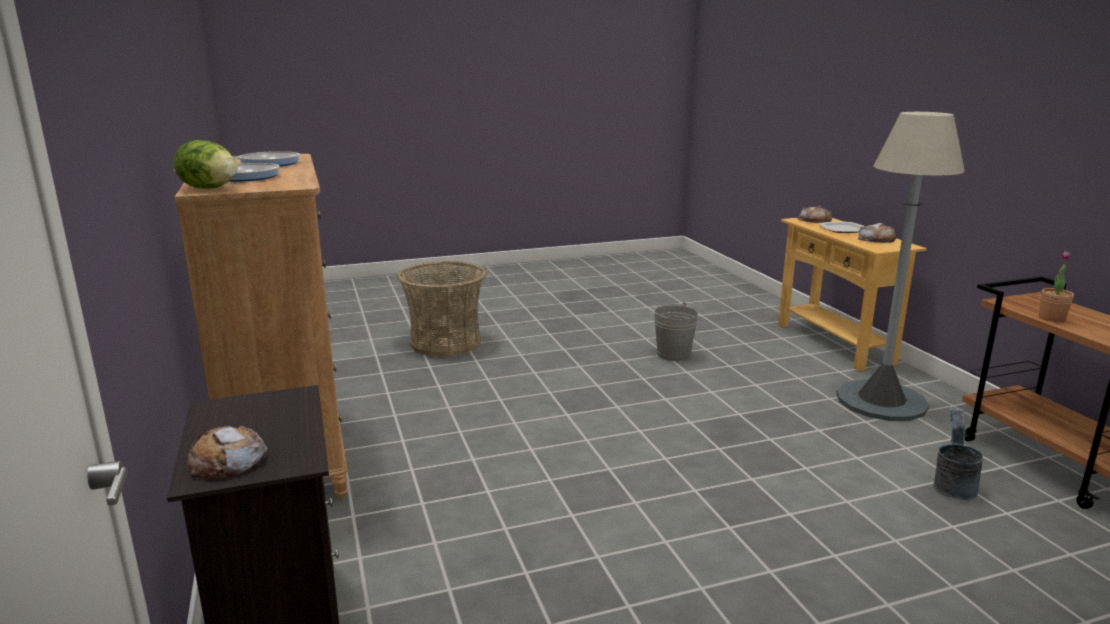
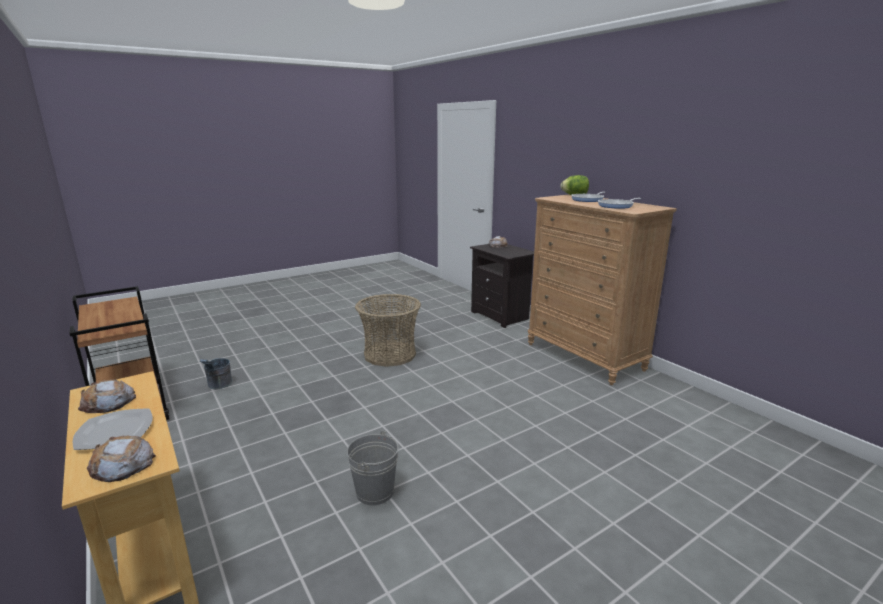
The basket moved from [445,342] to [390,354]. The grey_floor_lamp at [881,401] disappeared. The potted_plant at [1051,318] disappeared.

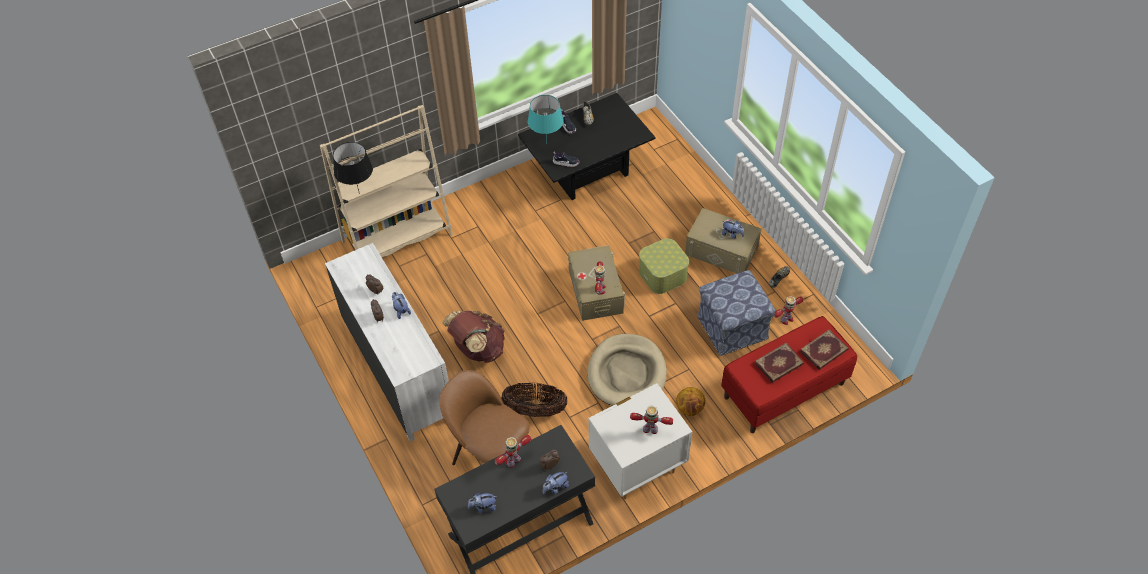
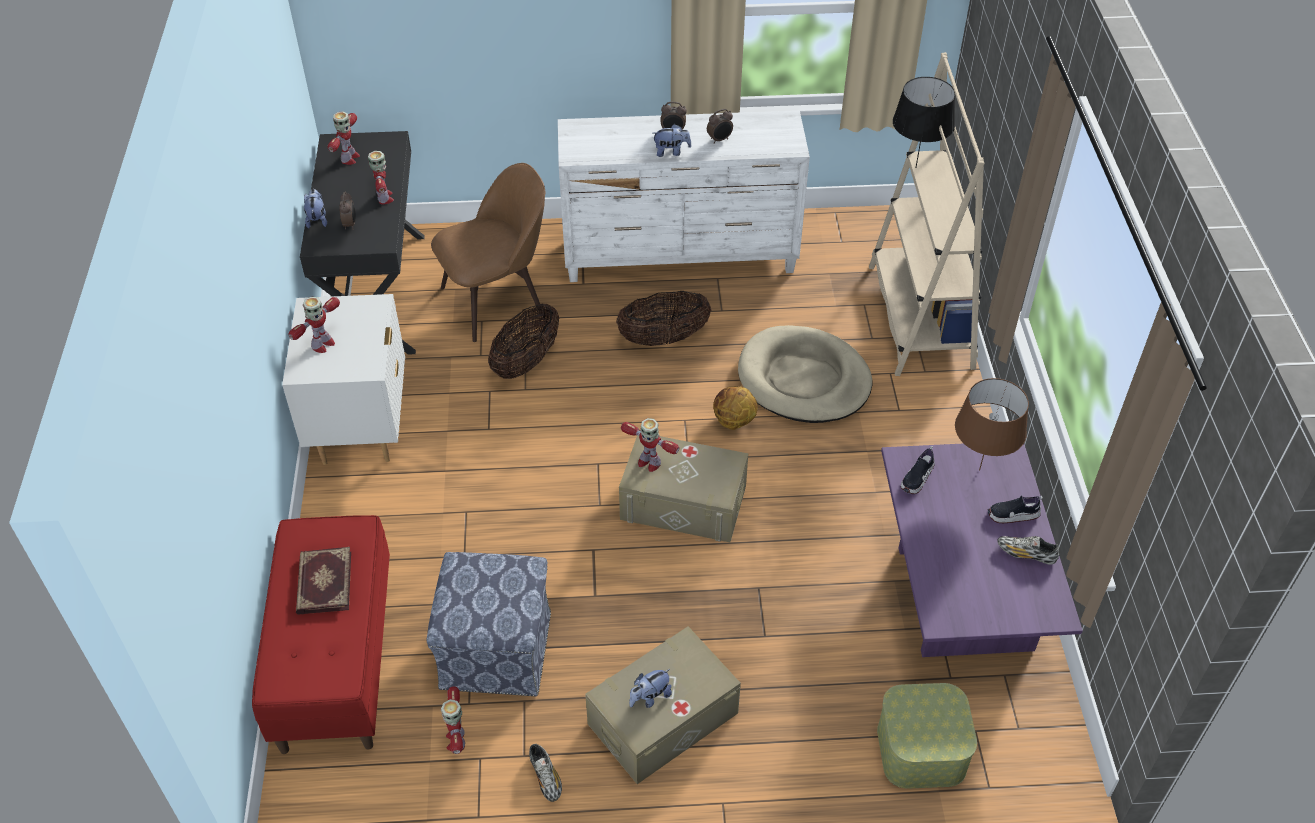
The brown_backpack at [478,349] was replaced by the basket at [663,338]. The plush_toy at [483,507] was replaced by the toy_robot at [349,158]. The black_coffee_table at [586,172] became the purple_coffee_table at [959,596]. The turquoise_table_lamp at [546,143] became the brown_table_lamp at [979,469]. The beige_dog_bed moved from [627,373] to [803,379]. The storage_box moved from [662,274] to [921,749]. The basketball moved from [690,409] to [733,421]. The book at [824,351] disappeared.

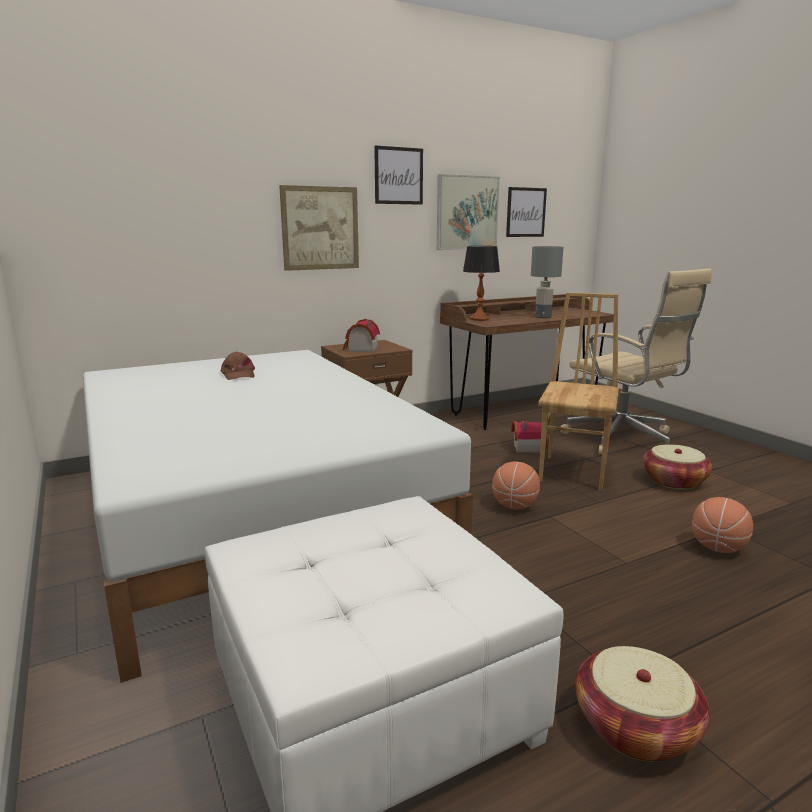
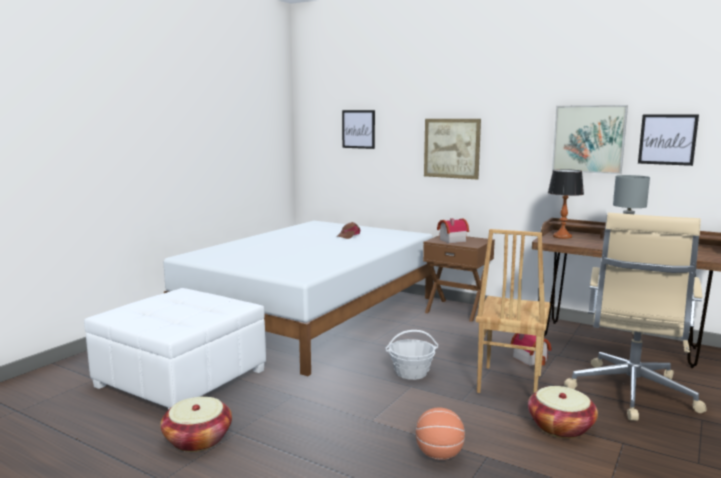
The picture moved from [398,176] to [358,129]. The basketball at [514,506] was replaced by the basket at [411,373]. The brown_chair at [575,472] turned 120 degrees clockwise.

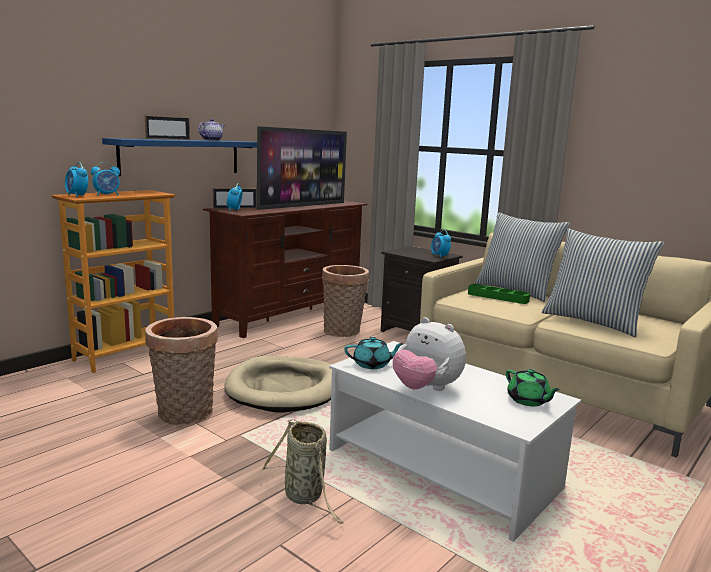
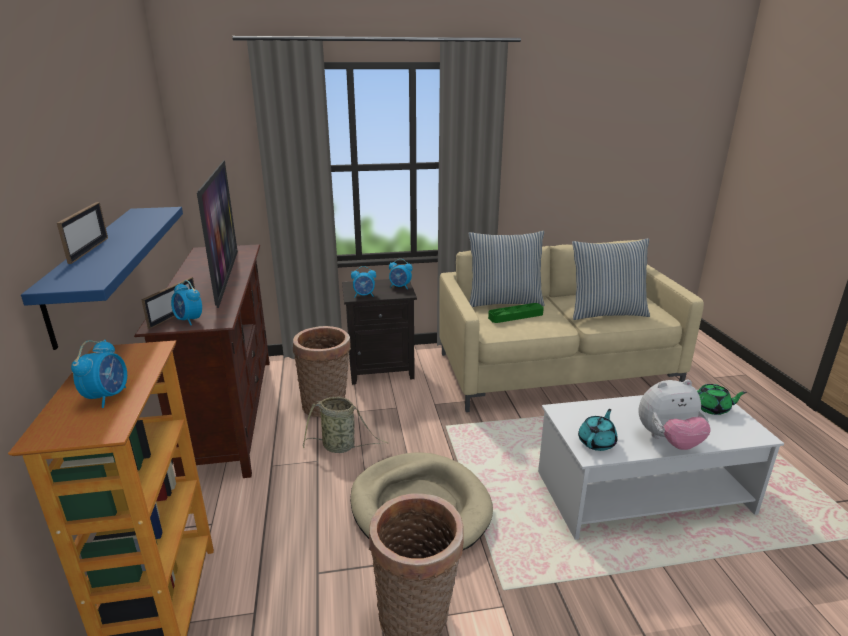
The alarm_clock moved from [77,196] to [364,295]. The teapot at [212,140] disappeared. The basket moved from [305,497] to [341,446].

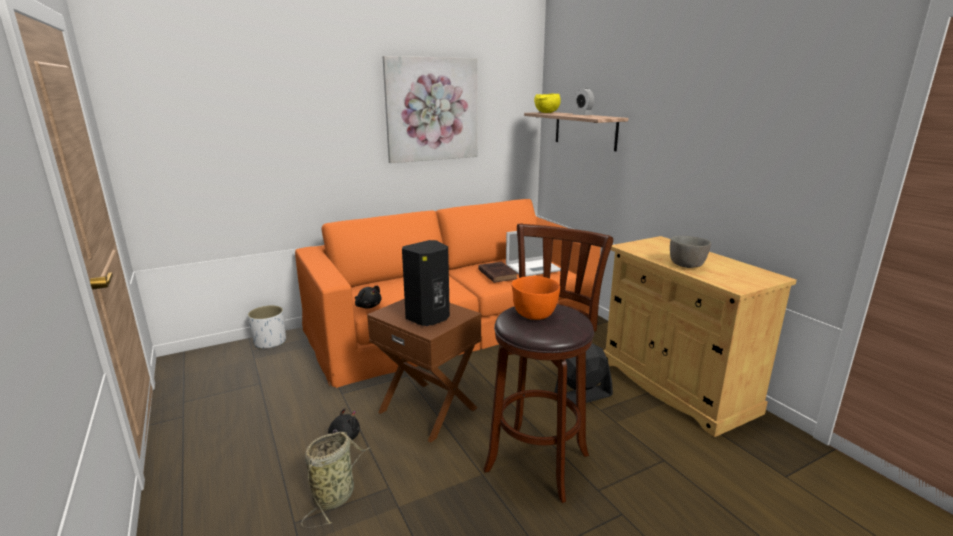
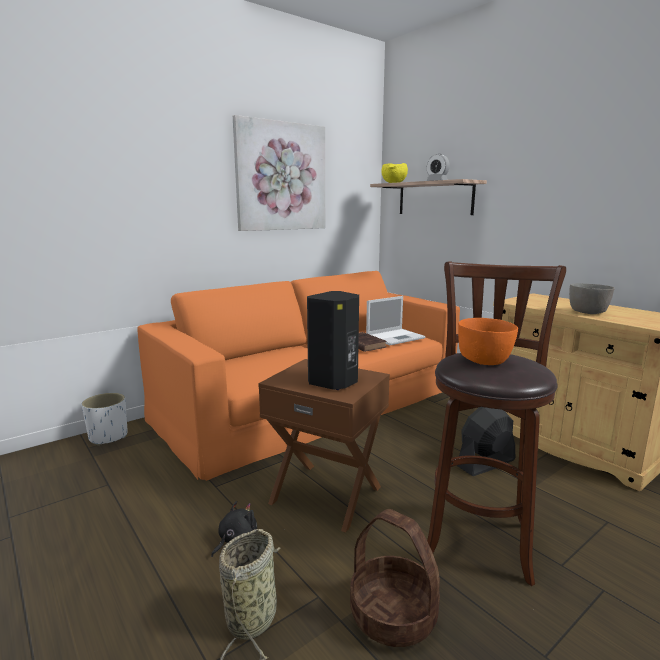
The black_plush_toy at [368,306] disappeared. The basket at [392,615] appeared.

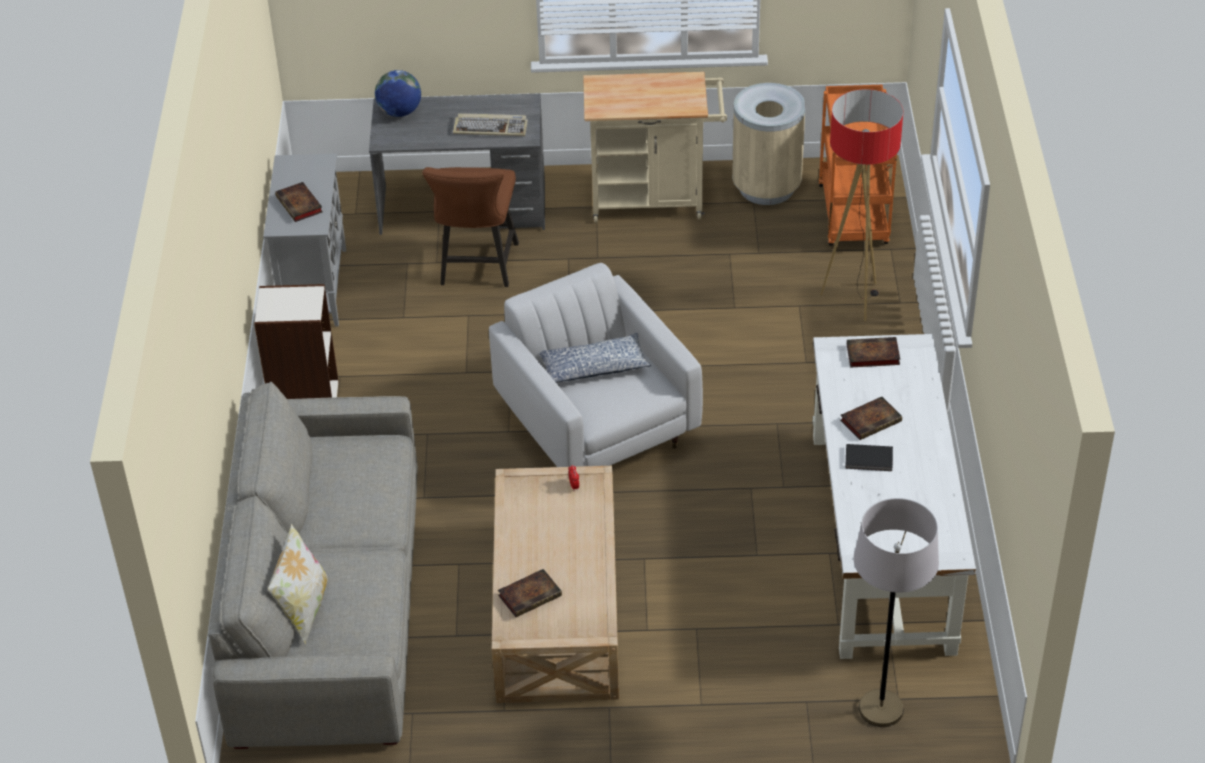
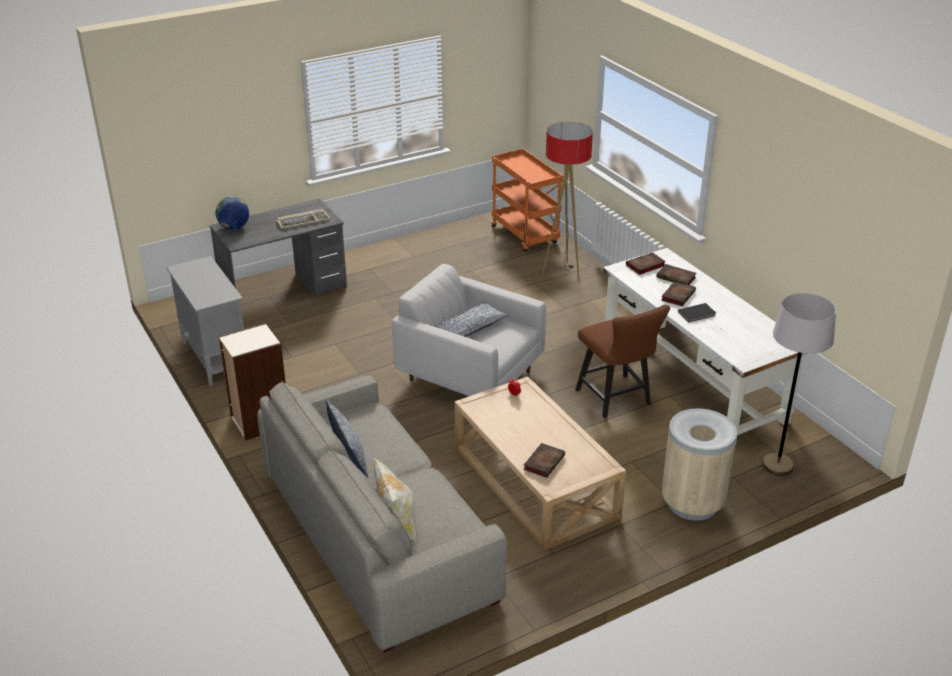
The book moved from [300,205] to [677,277]. The brown_chair moved from [477,268] to [616,400]. The beige_cart at [655,199] disappeared. The beige_trash_can moved from [766,188] to [692,503]. The pillow at [348,452] appeared.

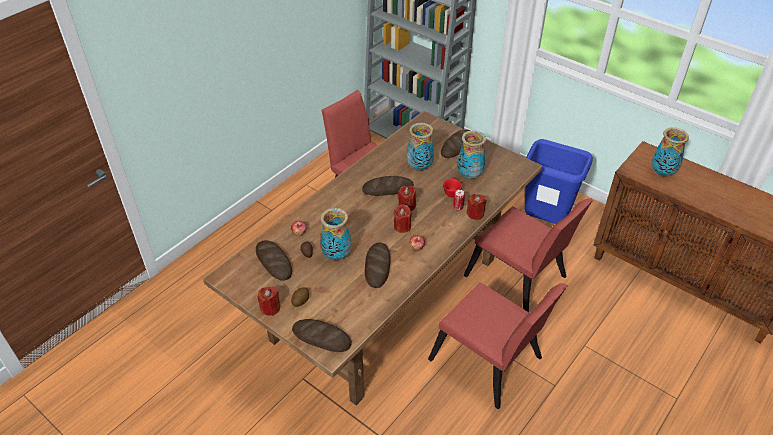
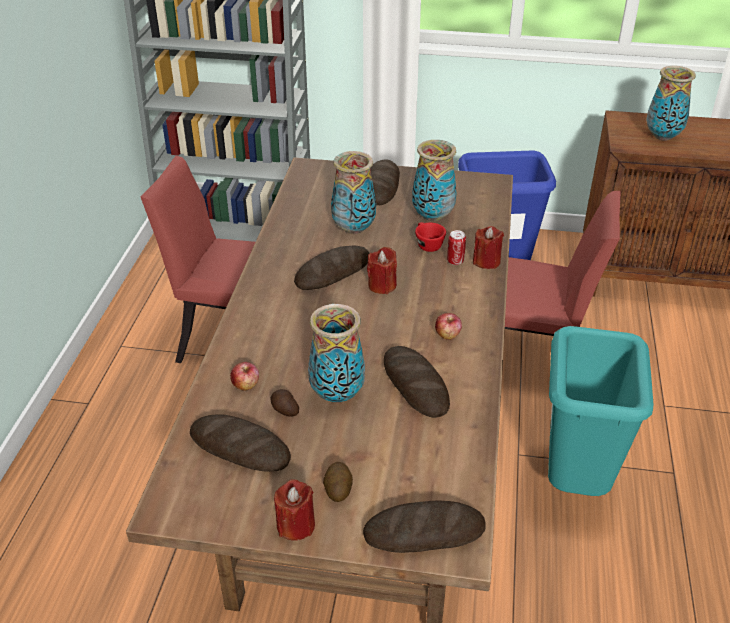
The red_candle at [402,226] disappeared. The red_chair at [490,364] was replaced by the turquoise_trash_can at [574,484].

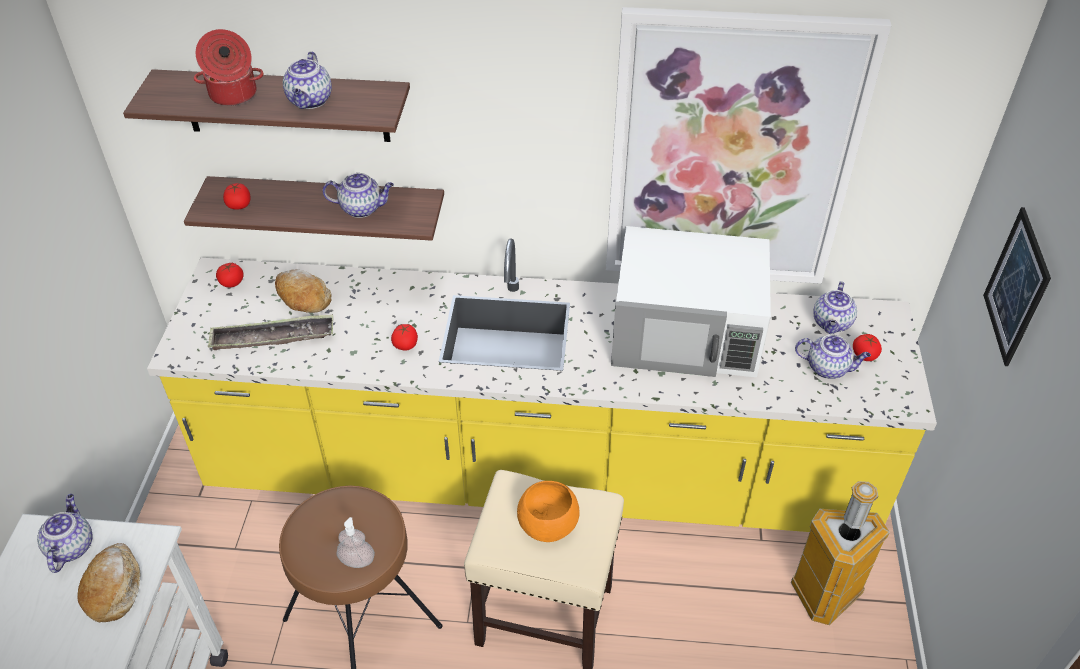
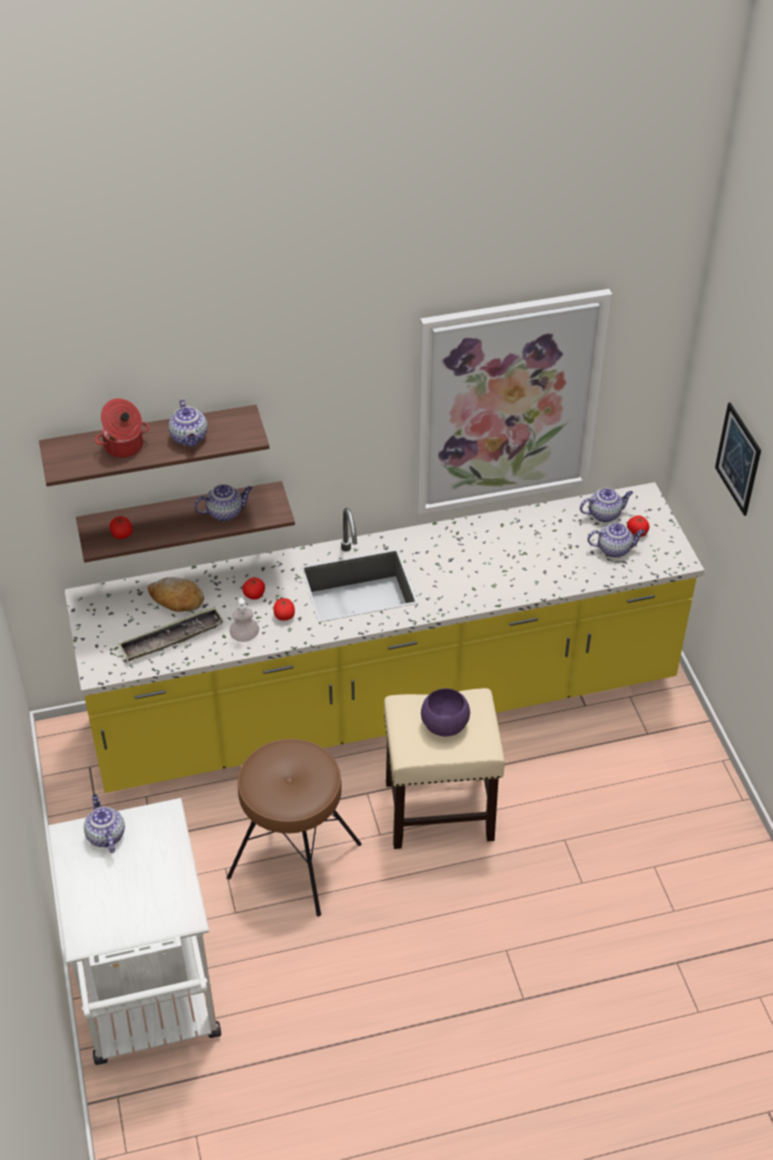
The bread at [113,588] disappeared. The tomato moved from [232,282] to [254,595]. The soap_dispenser moved from [357,560] to [245,637]. The orange_bowl at [549,524] became the purple_bowl at [445,724]. The white_microwave at [687,331] disappeared. The trash_can at [826,595] disappeared. The teapot at [832,324] turned 105 degrees counterclockwise.

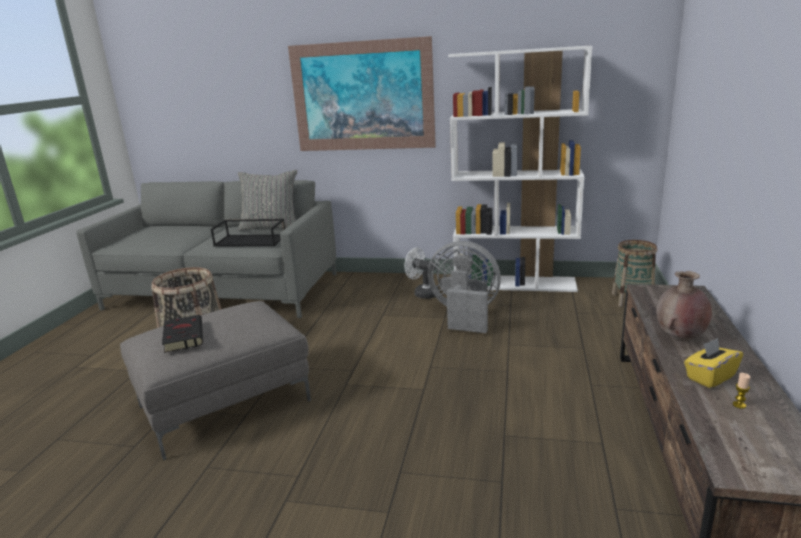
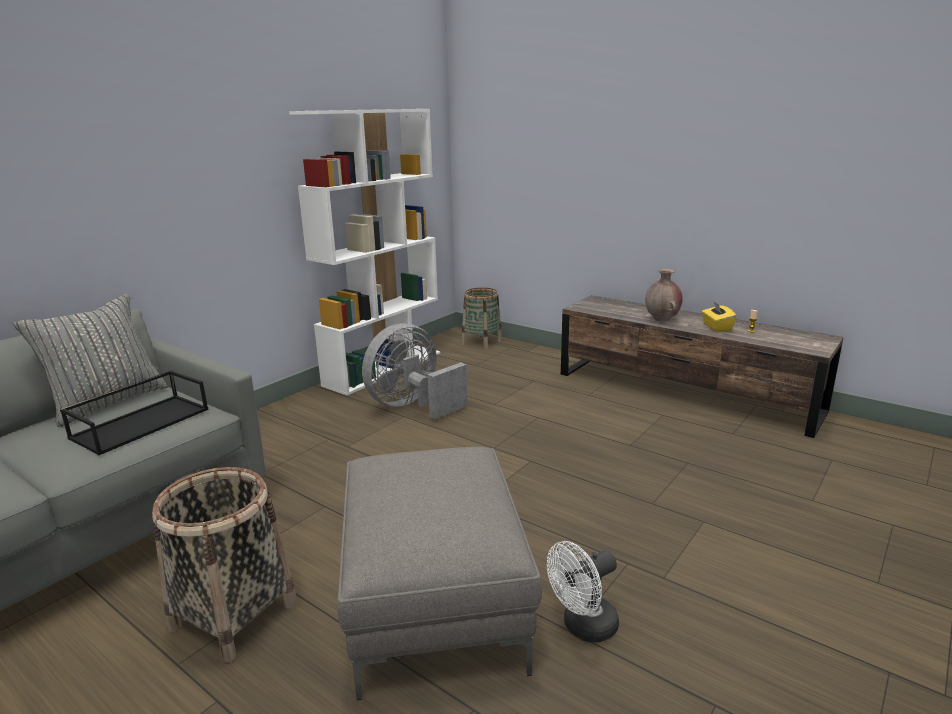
The black_book at [183,336] disappeared. The picture at [362,96] disappeared. The white_fan moved from [422,293] to [583,627].

